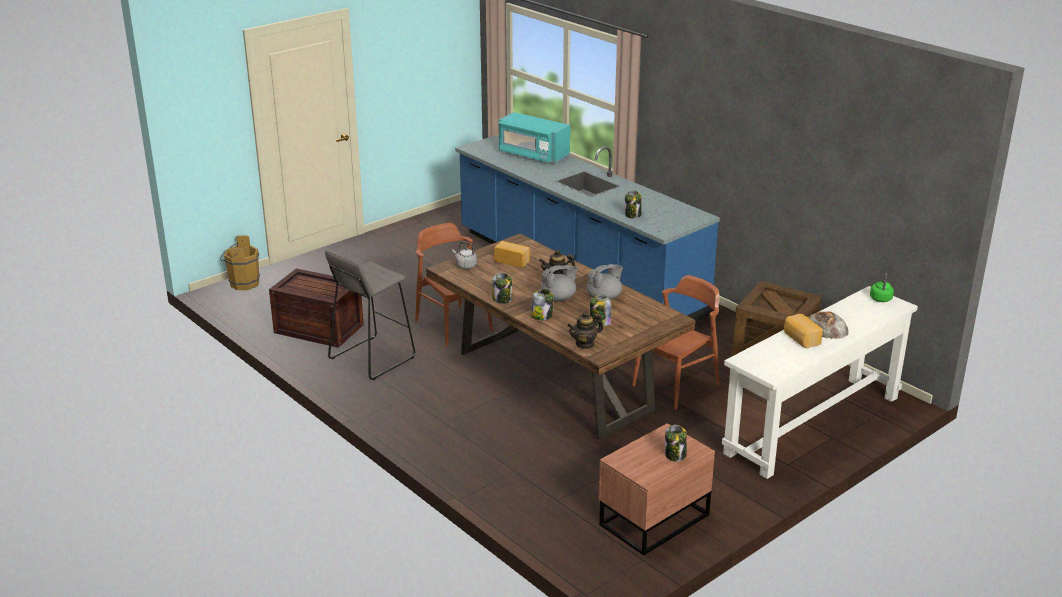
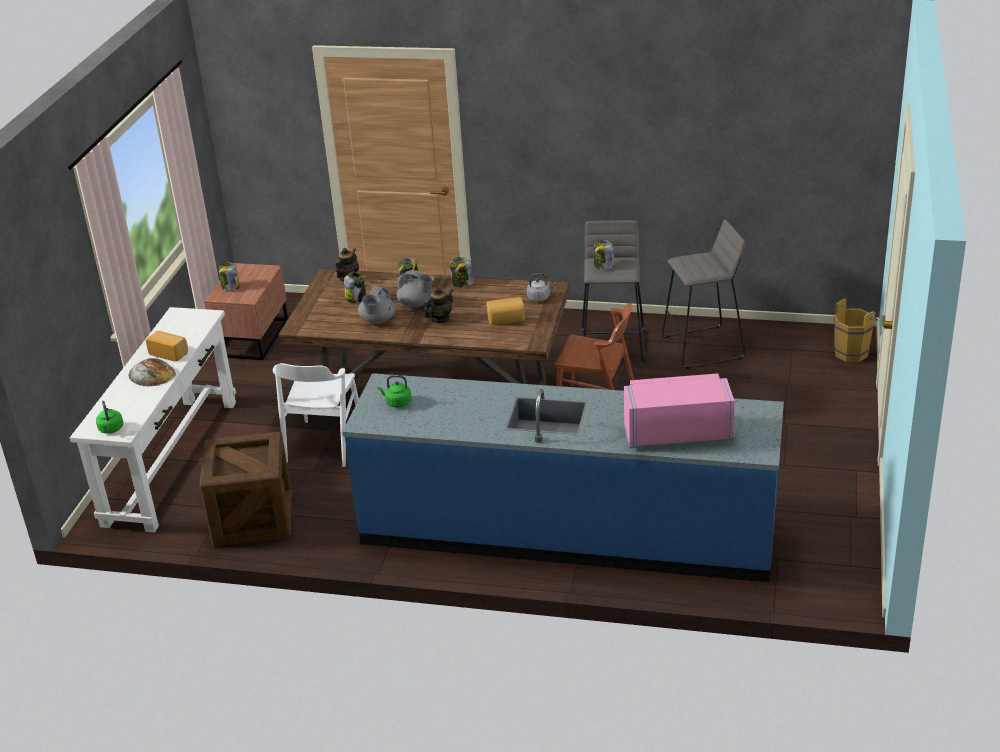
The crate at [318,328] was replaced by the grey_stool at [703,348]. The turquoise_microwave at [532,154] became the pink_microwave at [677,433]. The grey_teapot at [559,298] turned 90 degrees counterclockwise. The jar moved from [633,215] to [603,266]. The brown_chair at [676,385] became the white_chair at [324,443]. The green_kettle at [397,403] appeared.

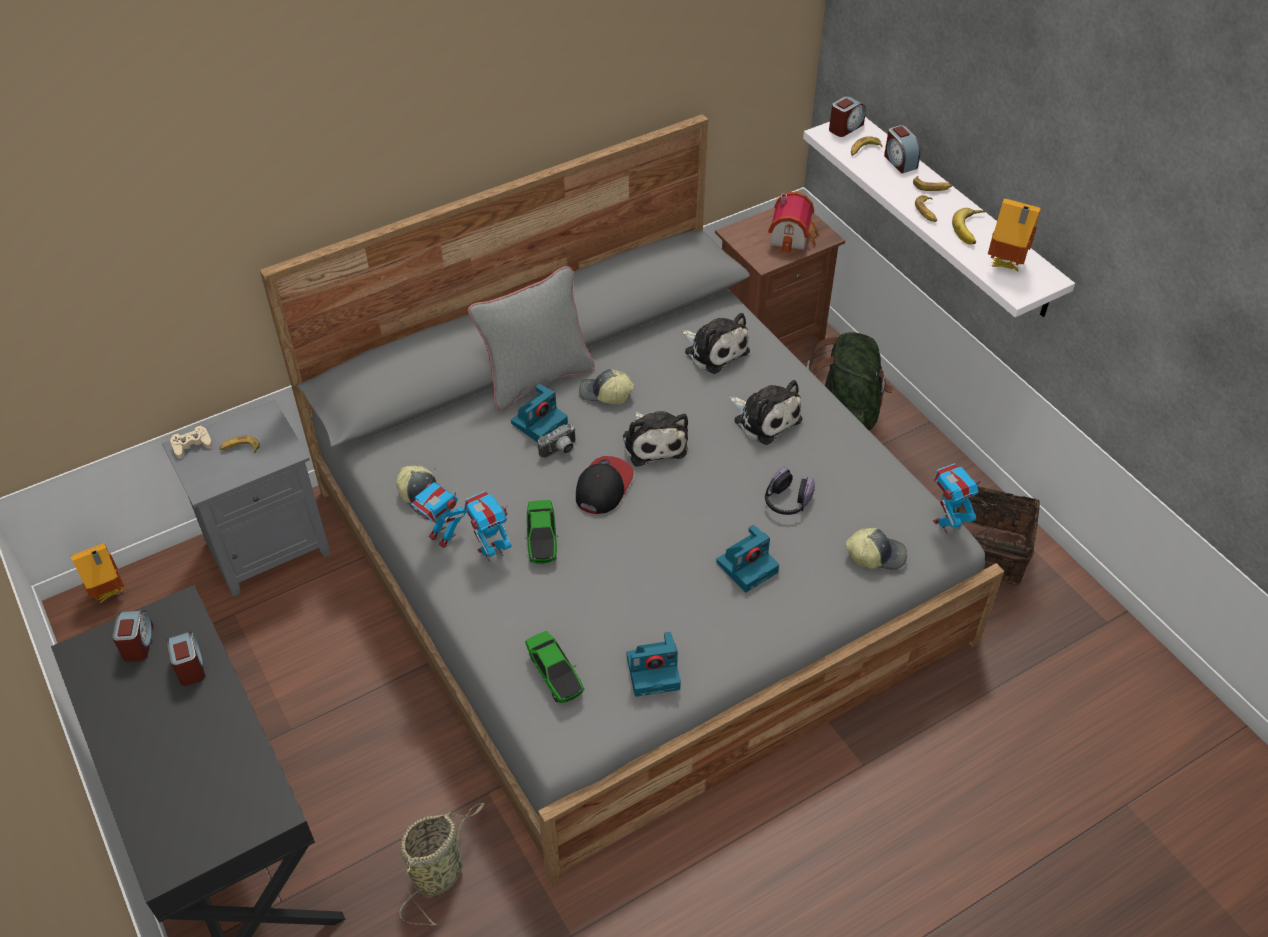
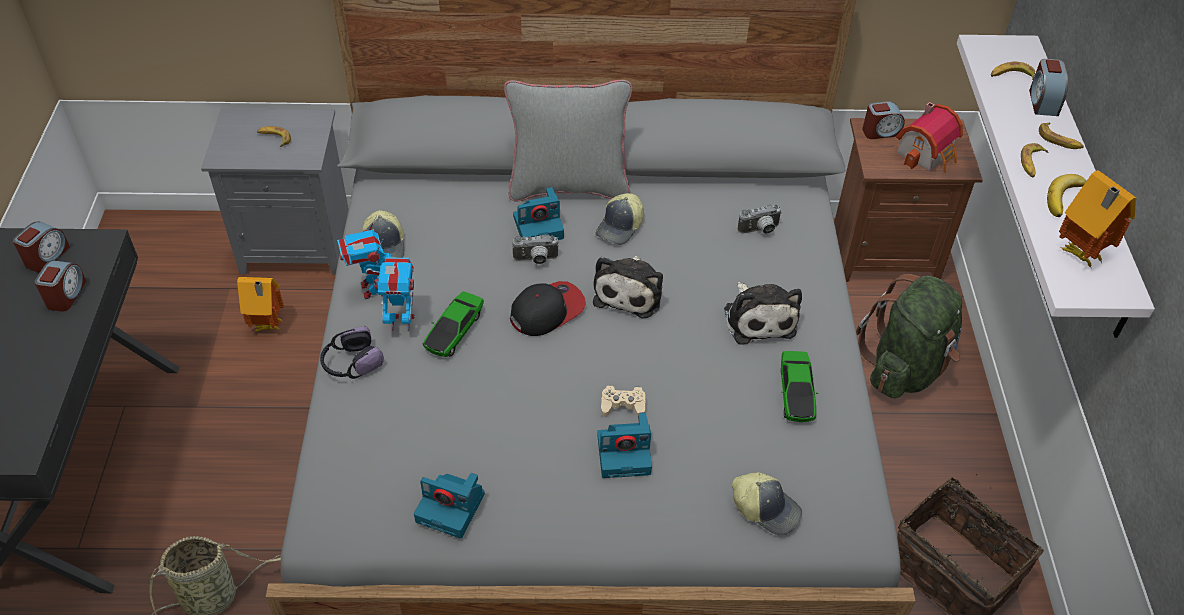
The toy_house moved from [110,594] to [268,327]. The beige_game_controller moved from [192,445] to [623,405]. The toy_car moved from [554,673] to [796,393]. The cap at [605,394] turned 105 degrees counterclockwise. The plush_toy at [714,350] was replaced by the photo_camera at [760,230]. The headphones moved from [786,502] to [351,363]. The alarm_clock moved from [845,127] to [881,131]. The toy_robot at [947,523] disappeared.

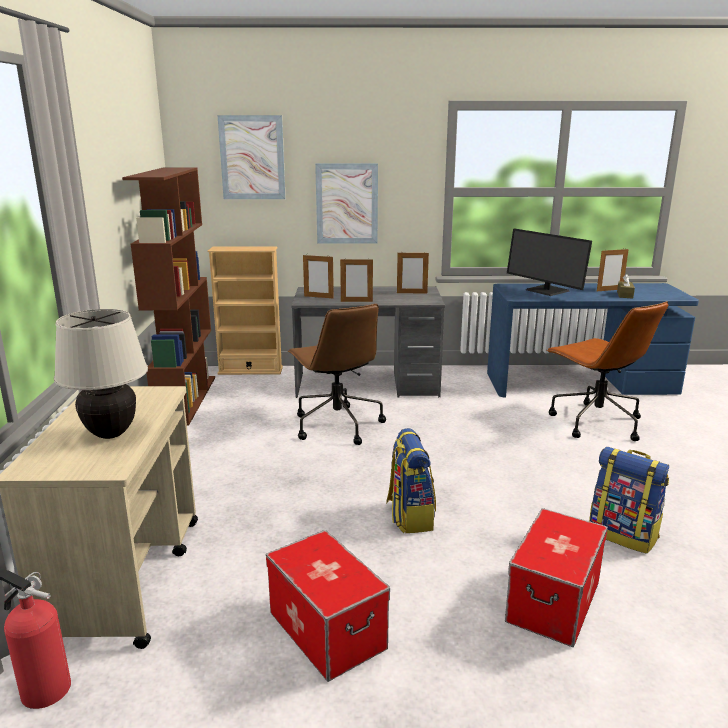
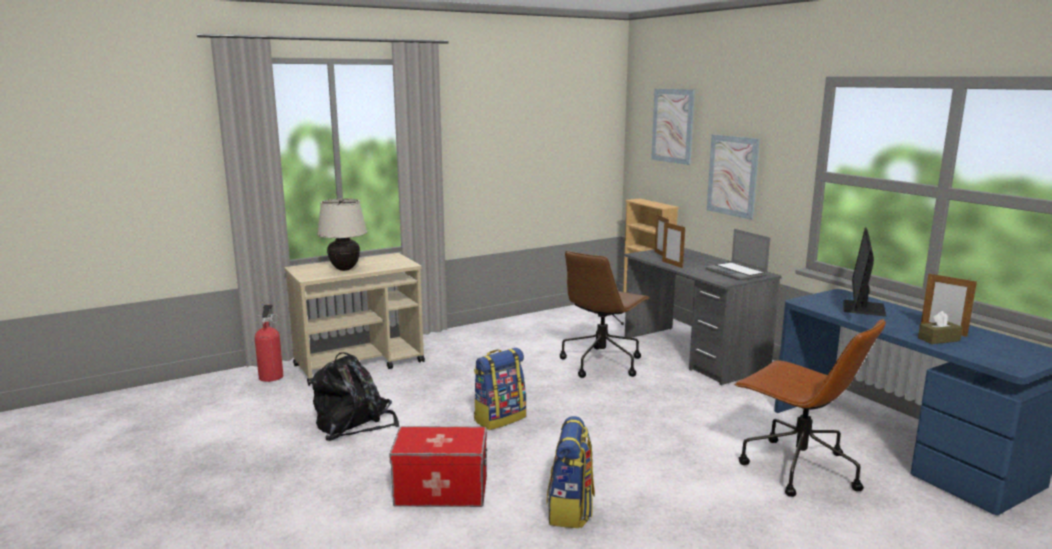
The brown_bookcase at [186,399] disappeared. The storage_box at [327,630] was replaced by the black_backpack at [354,424]. The picture_frame at [412,293] was replaced by the laptop at [737,273]. The brown_office_chair at [595,422] turned 75 degrees counterclockwise.

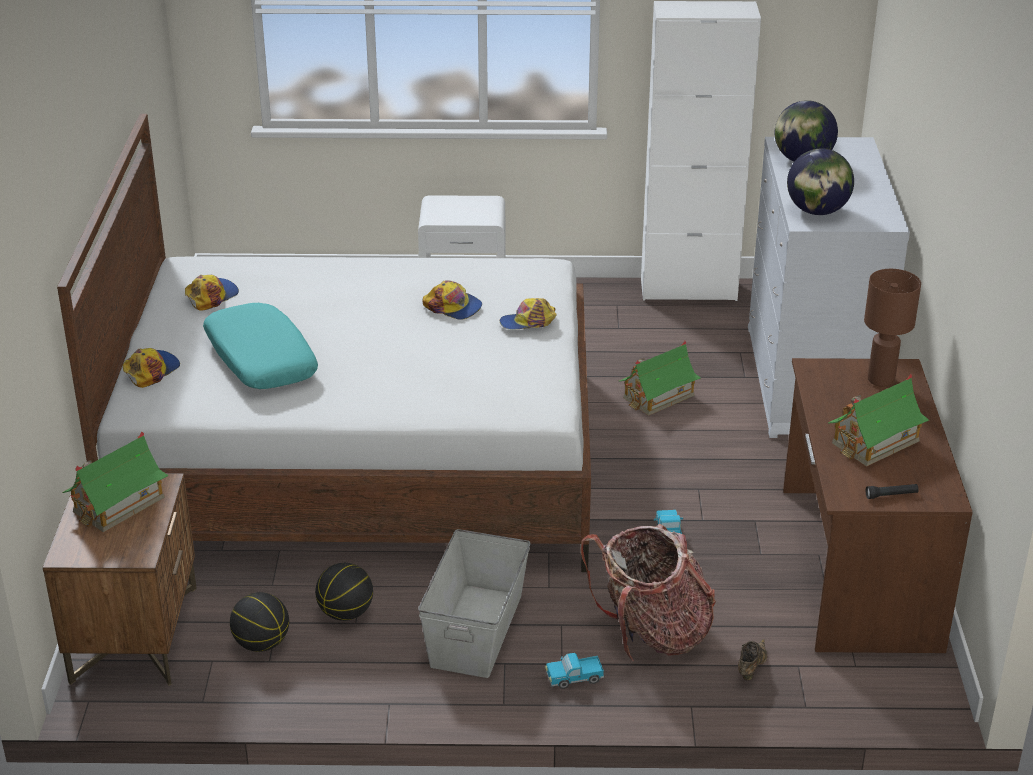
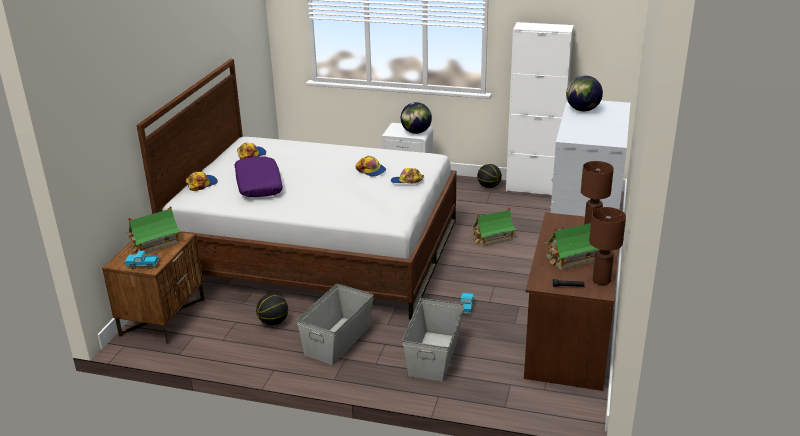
The turquoise_pillow at [260,359] became the purple_pillow at [258,184]. The basketball moved from [261,644] to [489,186]. The toy_truck moved from [574,678] to [142,265]. The backpack at [652,634] was replaced by the grey_storage_box at [433,355]. The brown_shoe at [751,668] disappeared. The globe moved from [817,211] to [416,132]. The brown_table_lamp at [601,280] appeared.

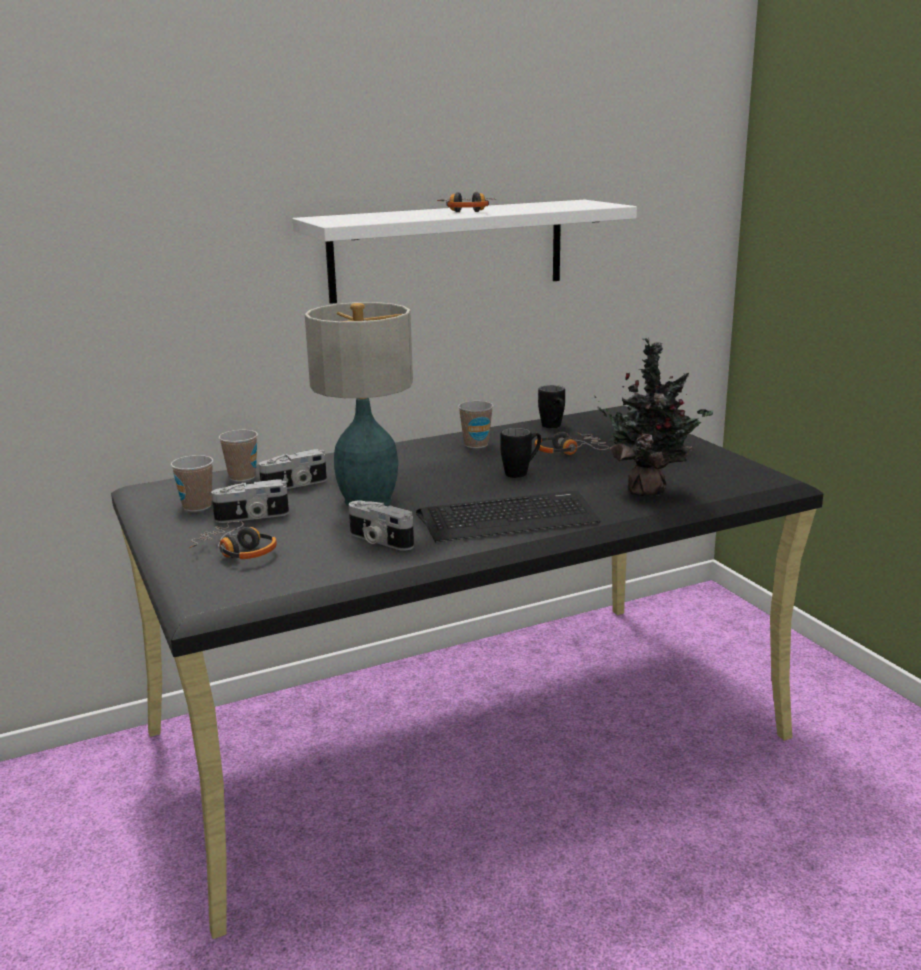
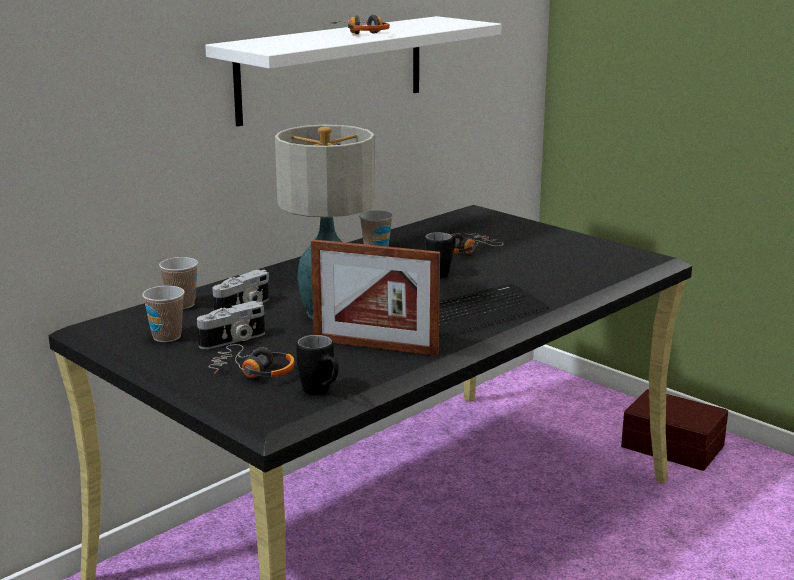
The photo_camera at [378,541] was replaced by the picture_frame at [375,346]. The black_mug moved from [554,427] to [321,393]. The potted_plant at [649,491] disappeared. The brown_storage_box at [673,445] appeared.

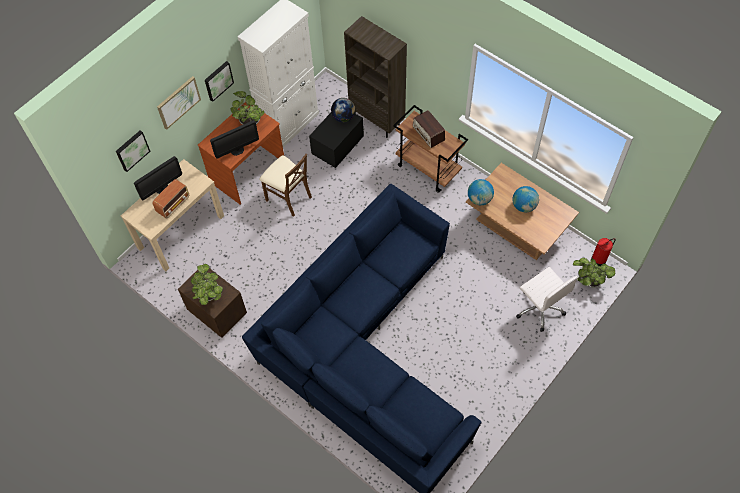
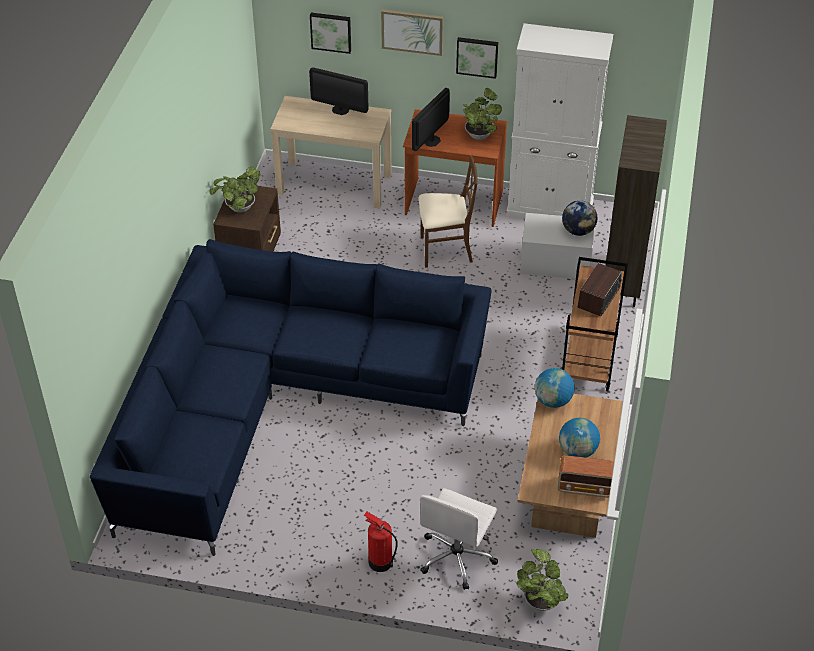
The radio moved from [173,204] to [585,487]. The monitor at [237,150] turned 90 degrees clockwise. The brown_chair at [288,197] turned 105 degrees counterclockwise. The black_storage_box at [337,144] became the white_storage_box at [556,262]. The fire_extinguisher moved from [598,260] to [380,561].

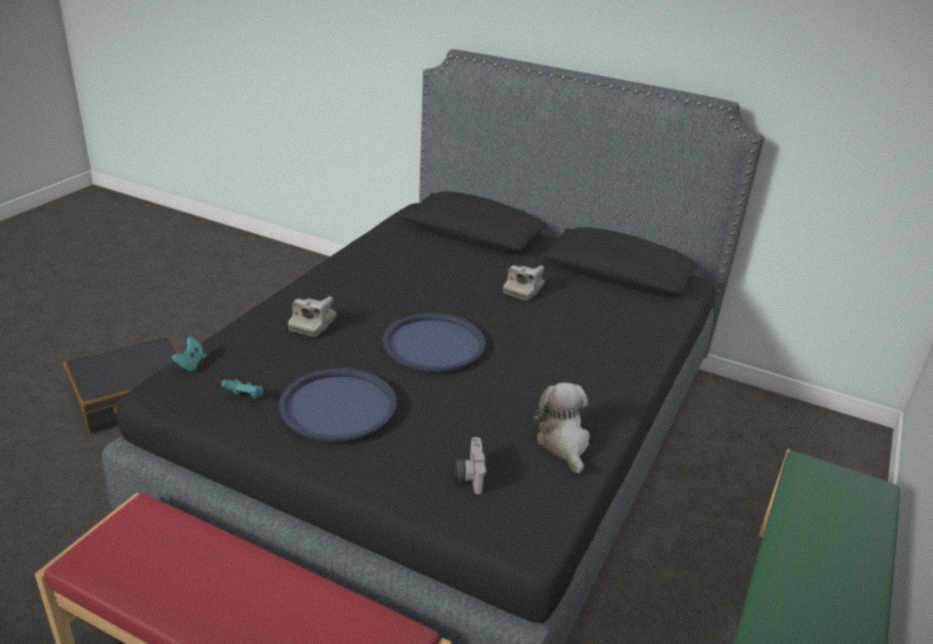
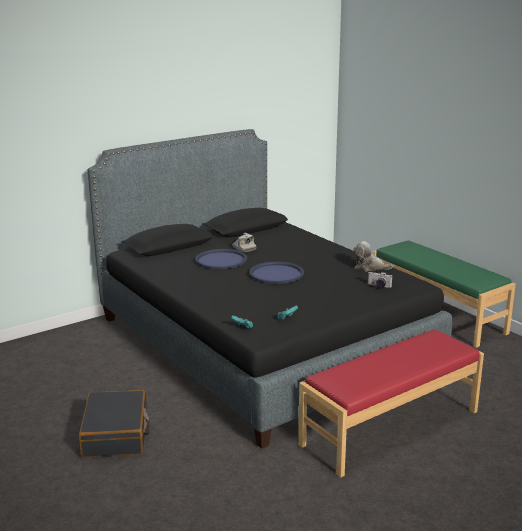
The blue_tray moved from [338,406] to [221,260]. The photo_camera at [313,324] disappeared.

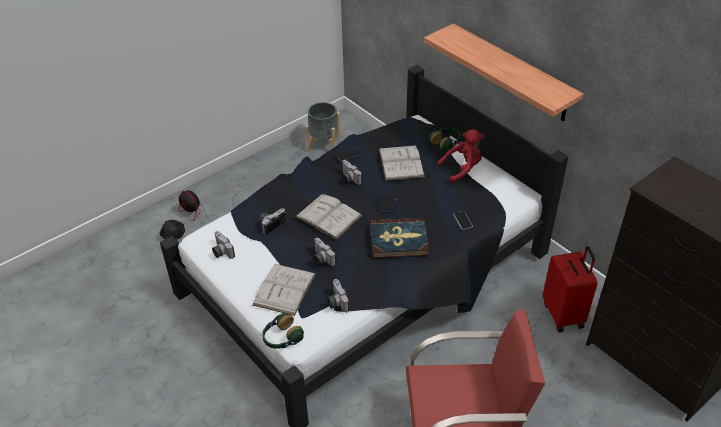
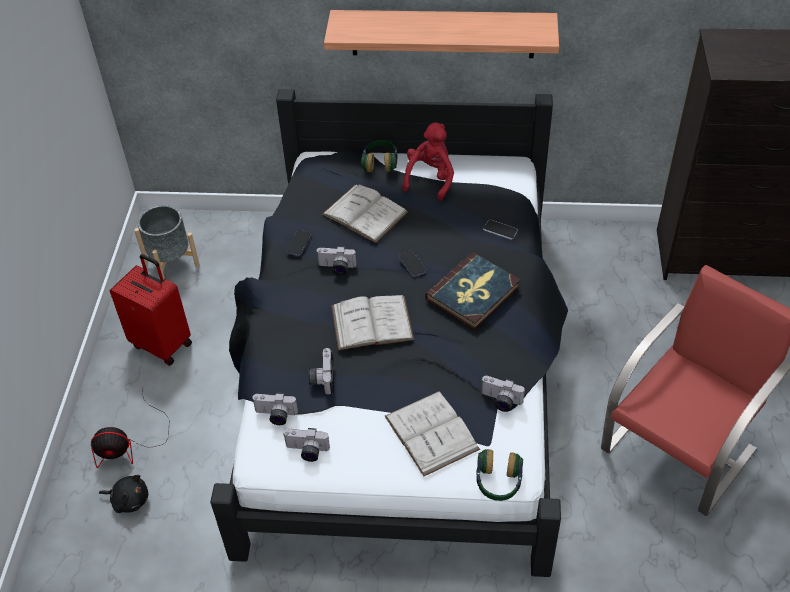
The photo_camera moved from [321,259] to [275,416]. The red_suitcase moved from [564,315] to [163,344].

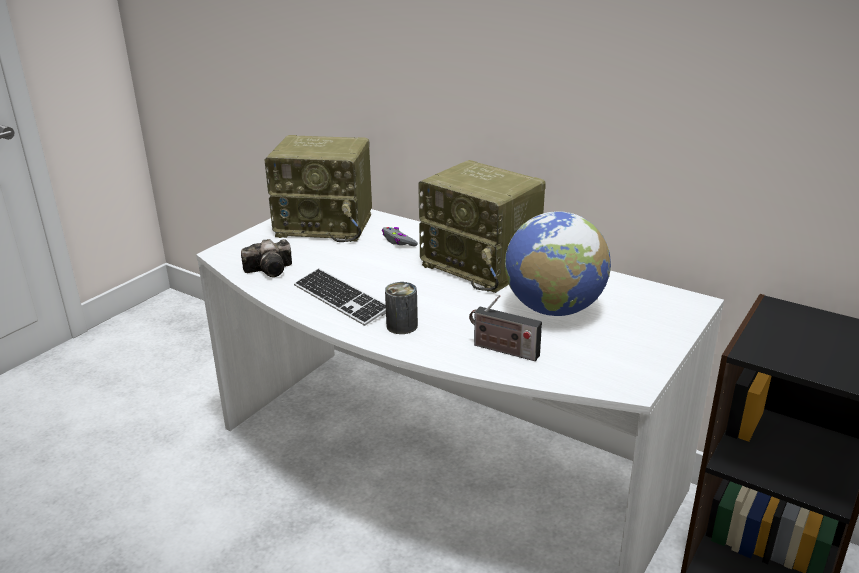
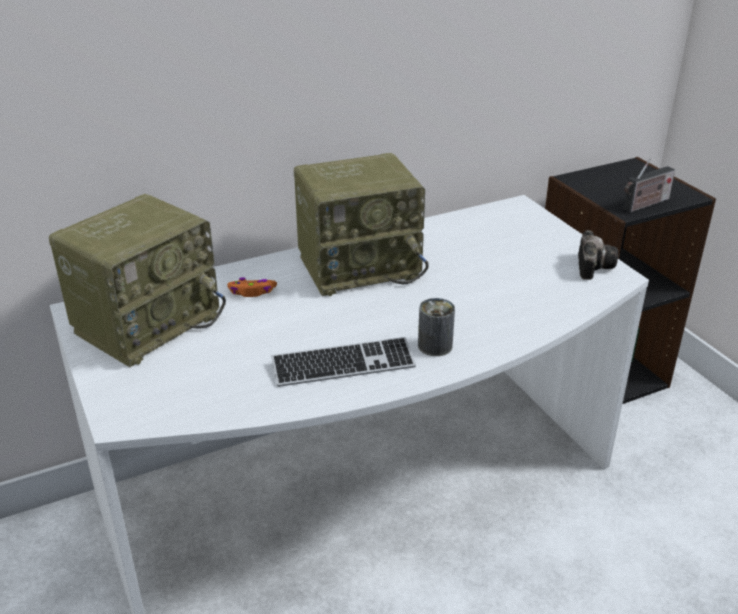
The photo_camera moved from [272,270] to [592,265]. The grey_game_controller at [398,241] became the orange_game_controller at [252,292]. The radio moved from [502,350] to [644,205]. The globe at [554,309] disappeared.

